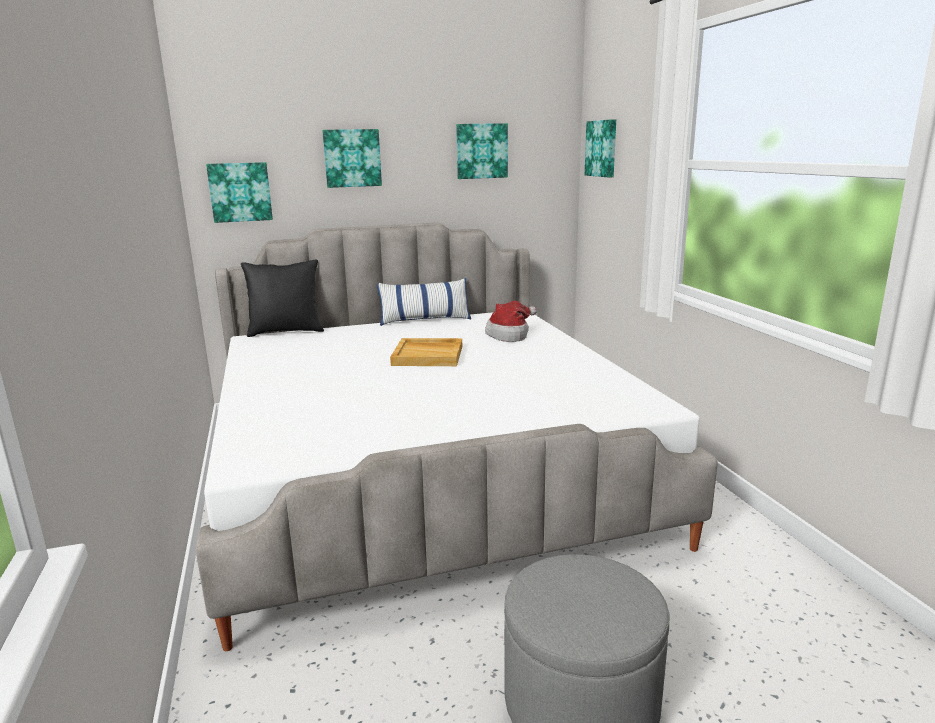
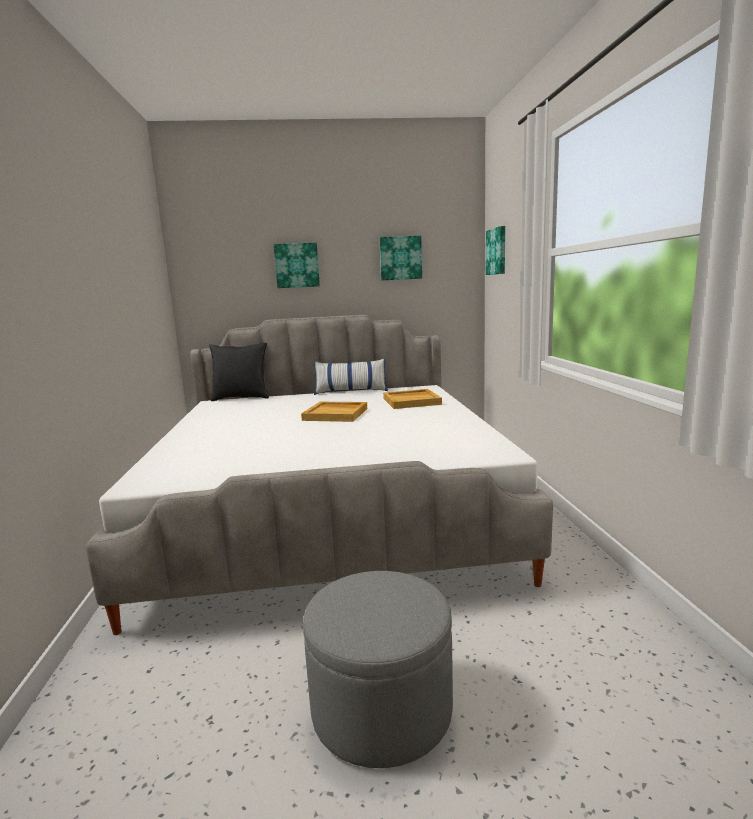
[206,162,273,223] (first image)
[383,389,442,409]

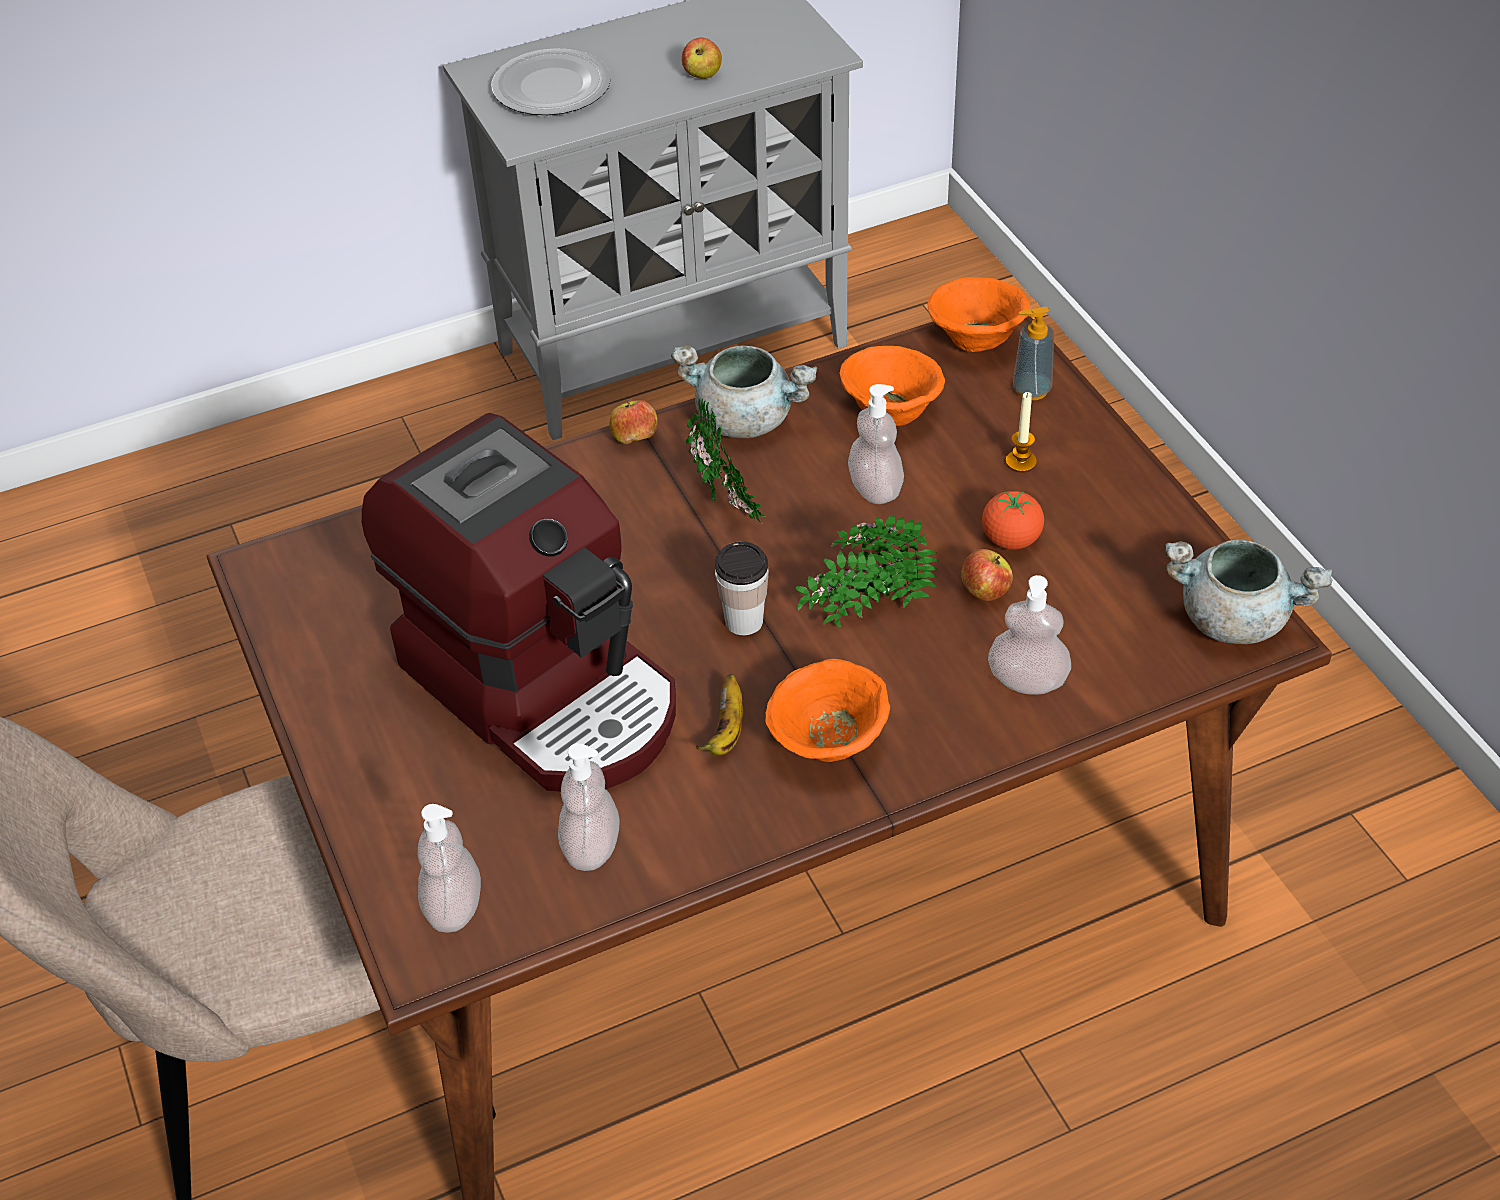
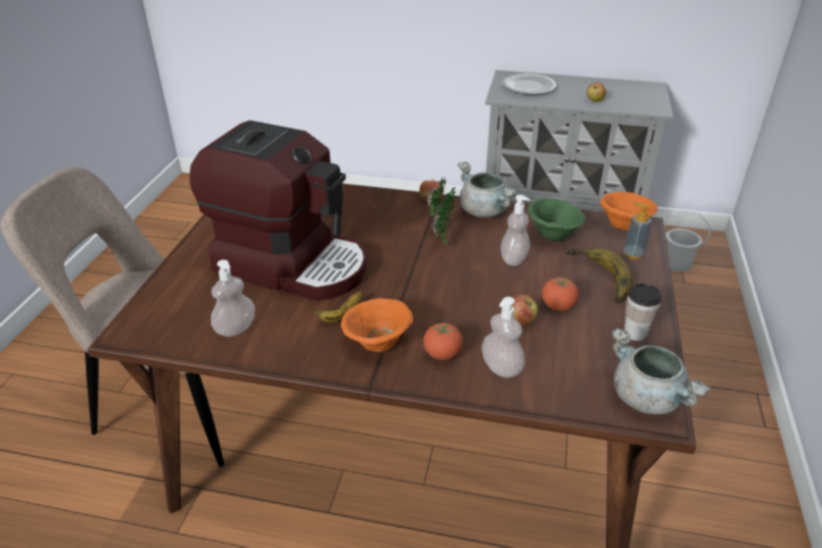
[190,120,367,301]
[418,804,481,933] (first image)
[624,283,662,341]
[796,515,938,627] (first image)
[528,199,586,241]
[566,247,633,303]
[423,323,463,360]
[663,210,711,272]

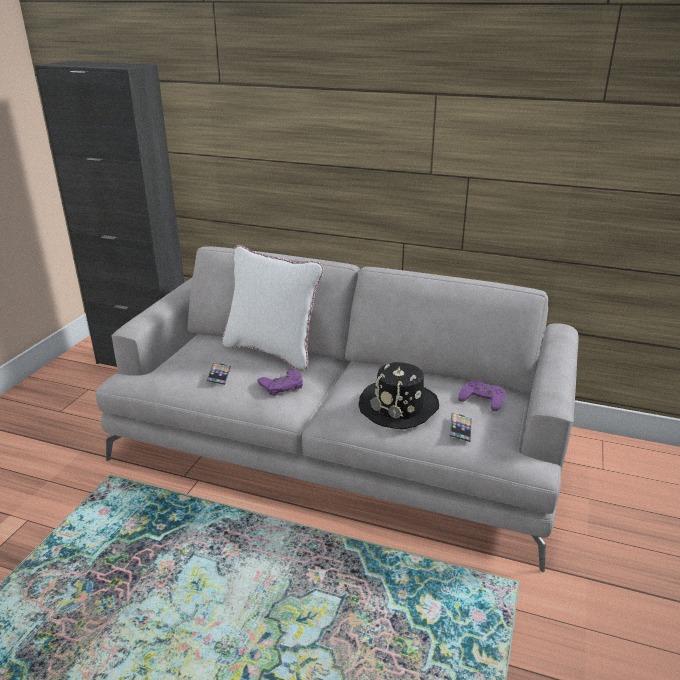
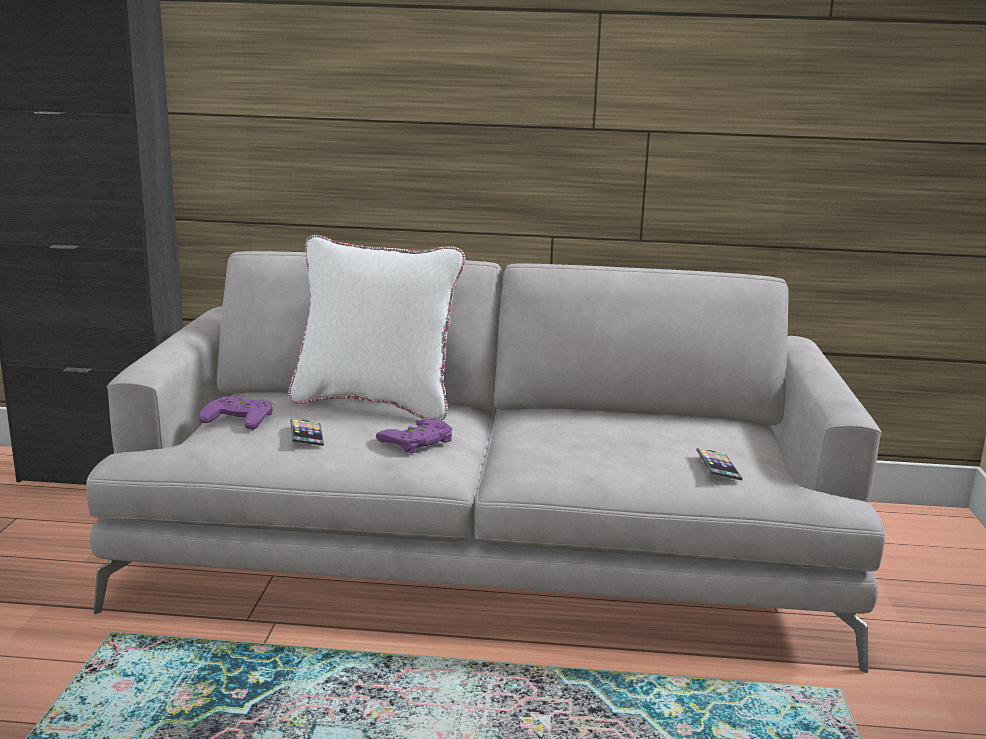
[359,362,439,430] (first image)
[199,396,272,430]

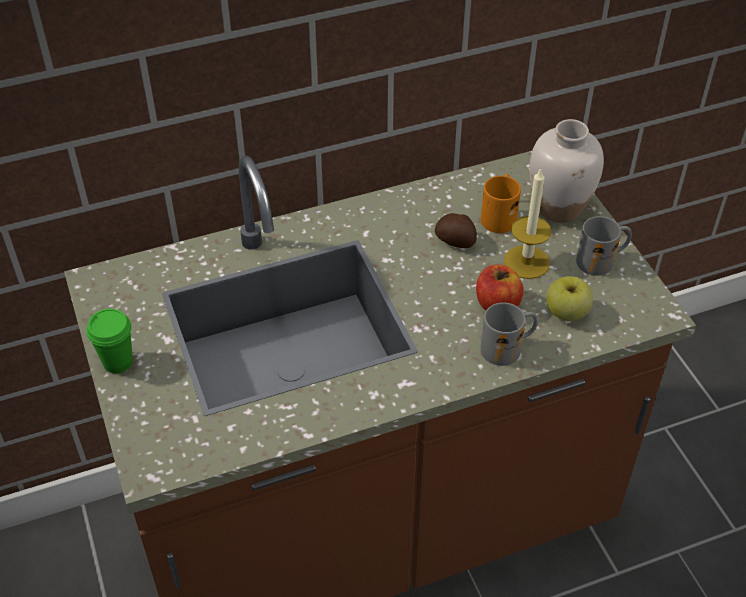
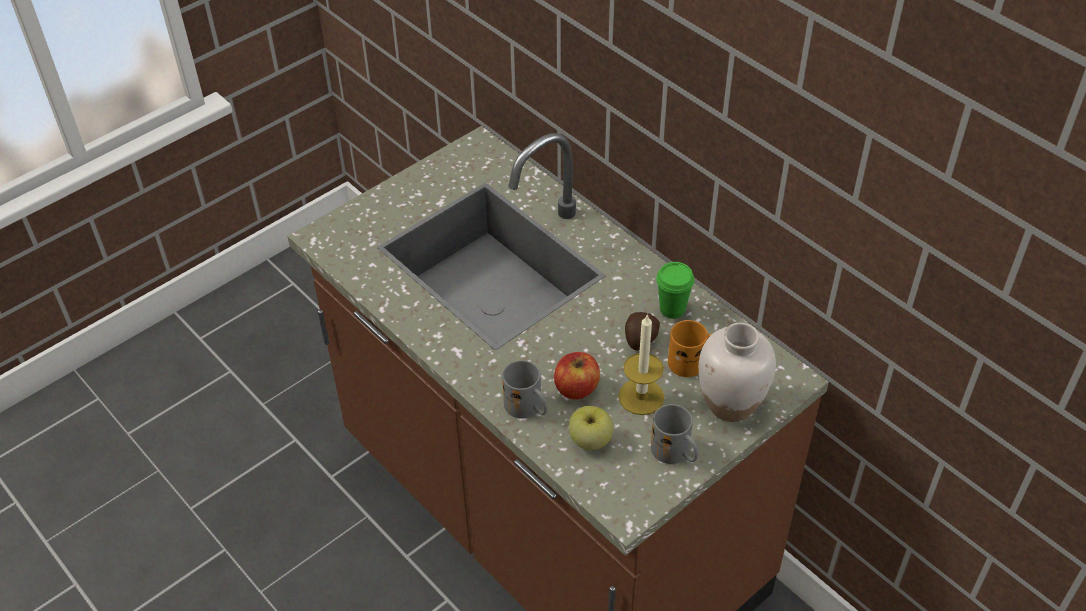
[656,262,694,319]

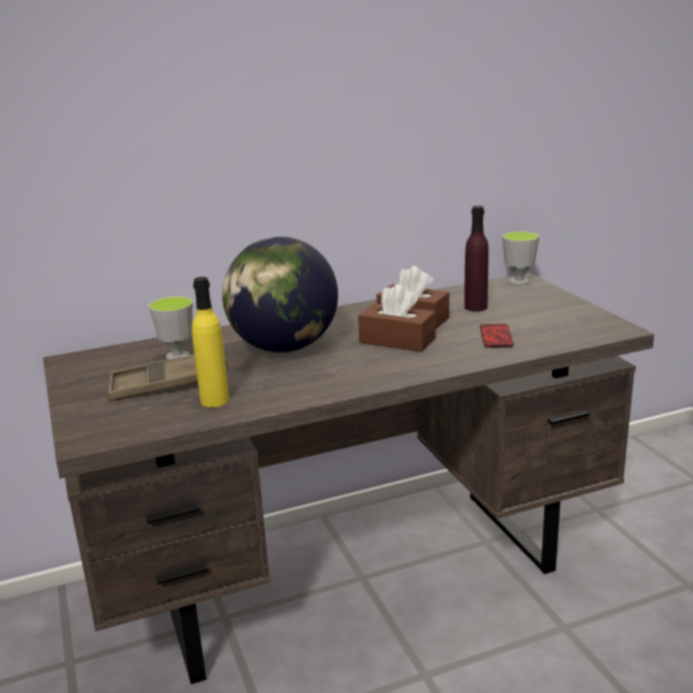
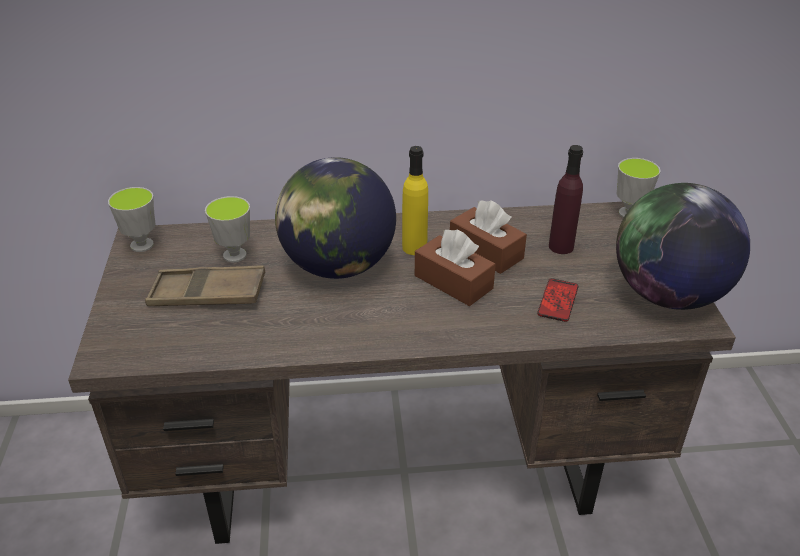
[402,146,428,255]
[108,187,156,252]
[616,183,750,310]

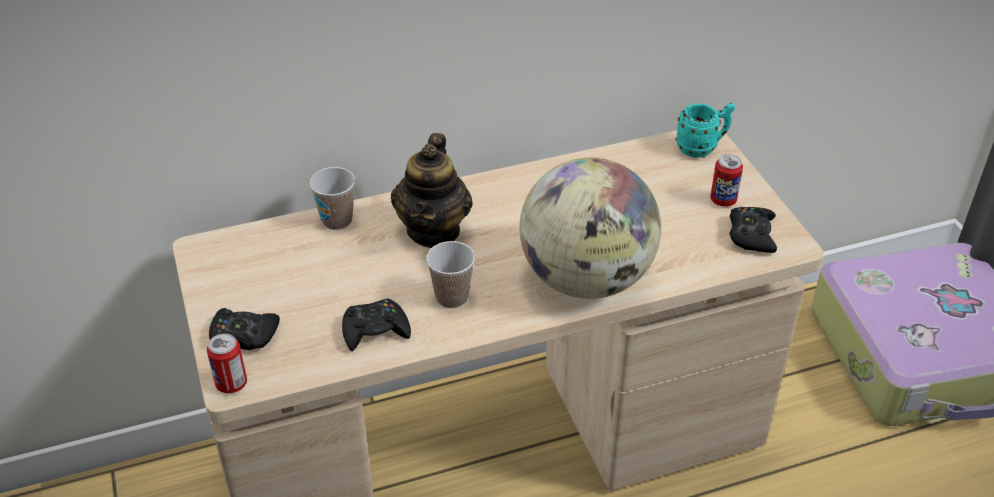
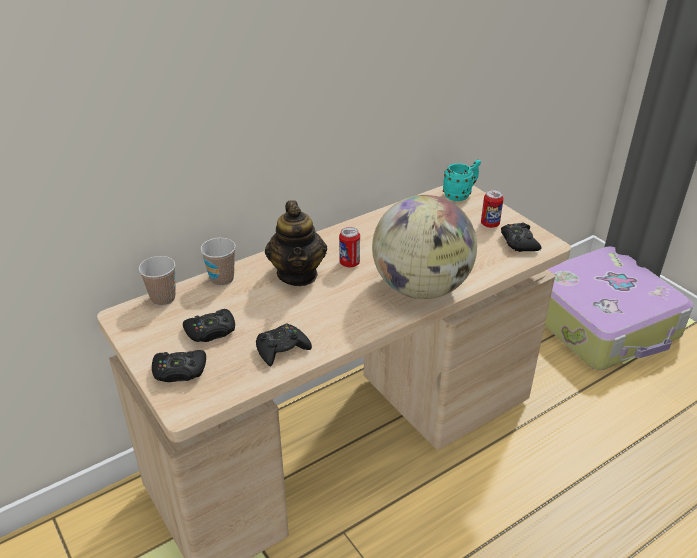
[339,227,360,267]
[139,256,176,306]
[183,309,235,342]

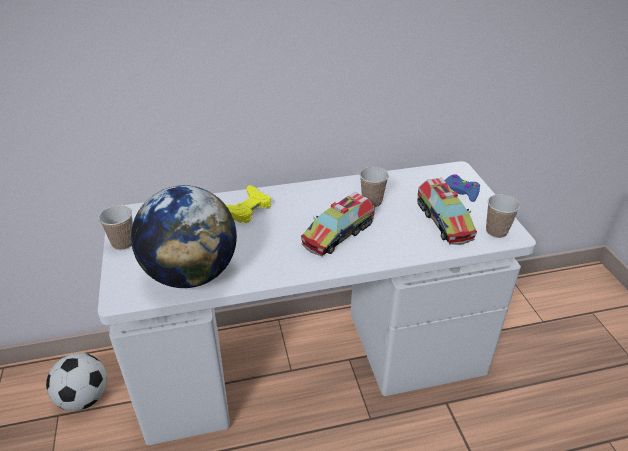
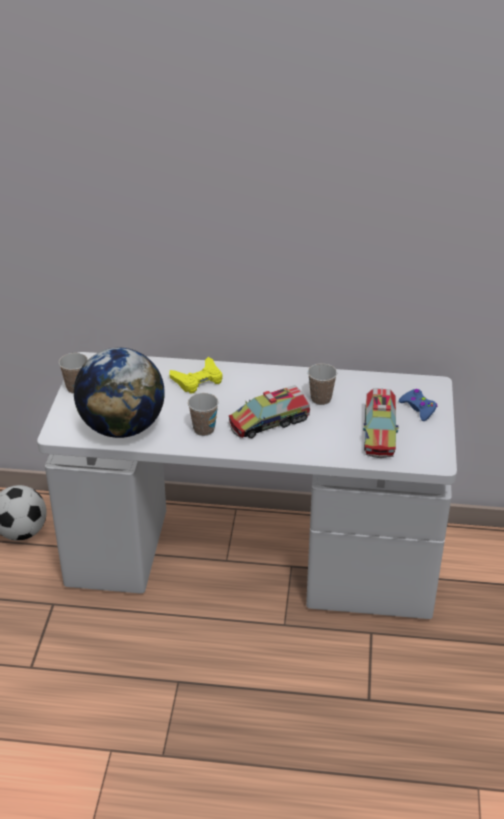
[188,393,219,436]

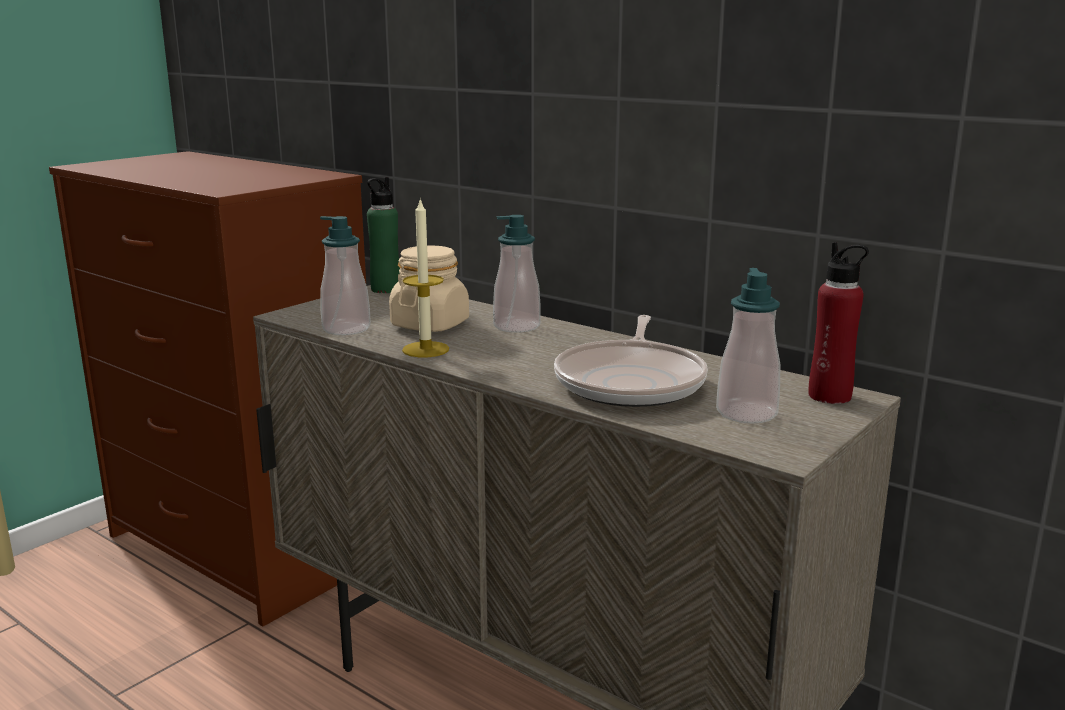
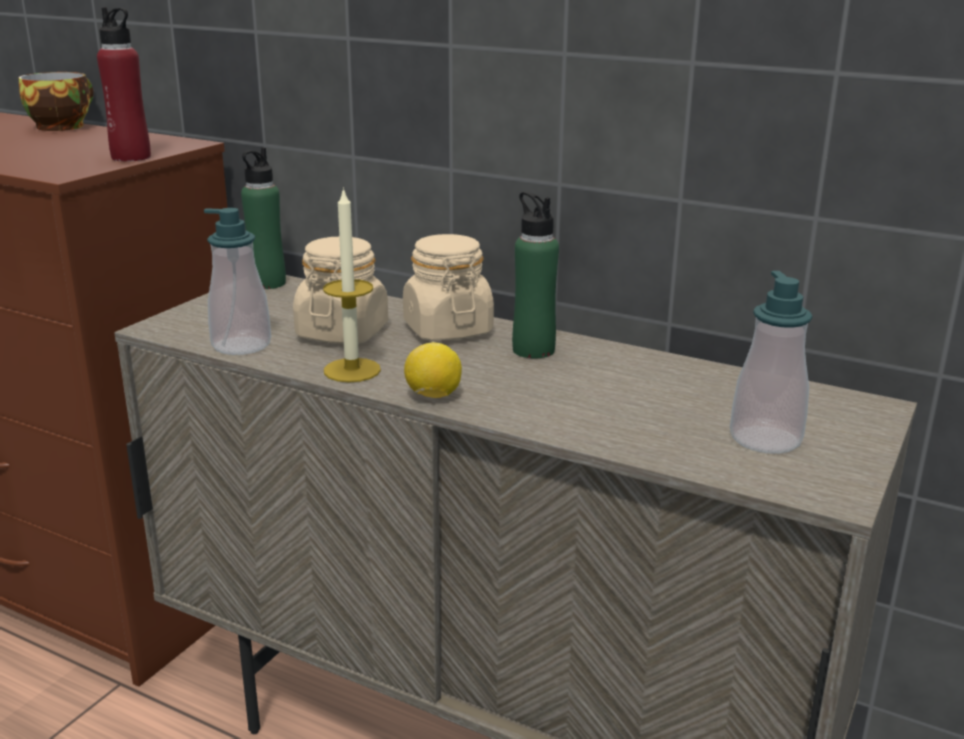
[403,234,494,341]
[554,315,708,407] (first image)
[97,7,151,162]
[18,72,94,131]
[404,342,462,398]
[512,191,559,359]

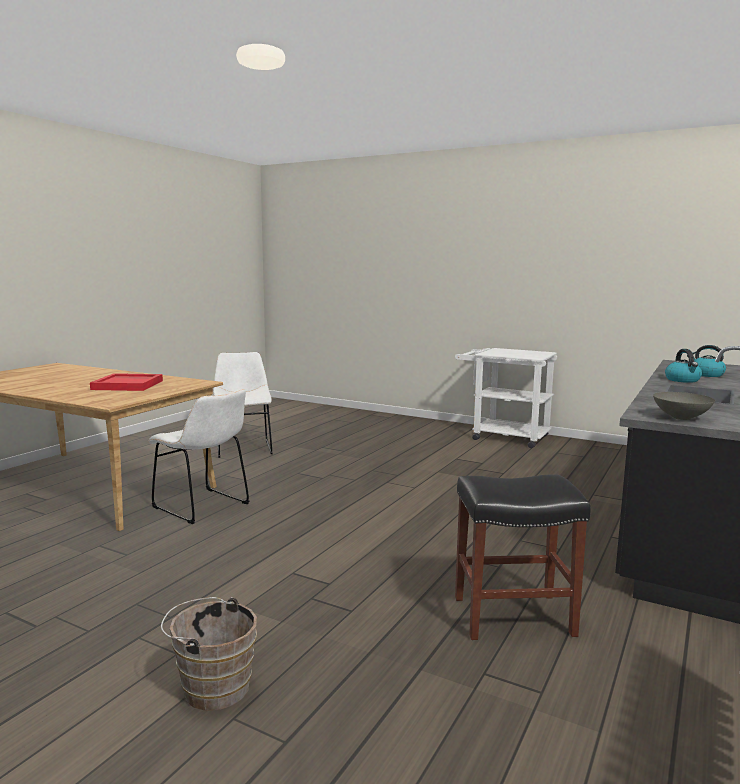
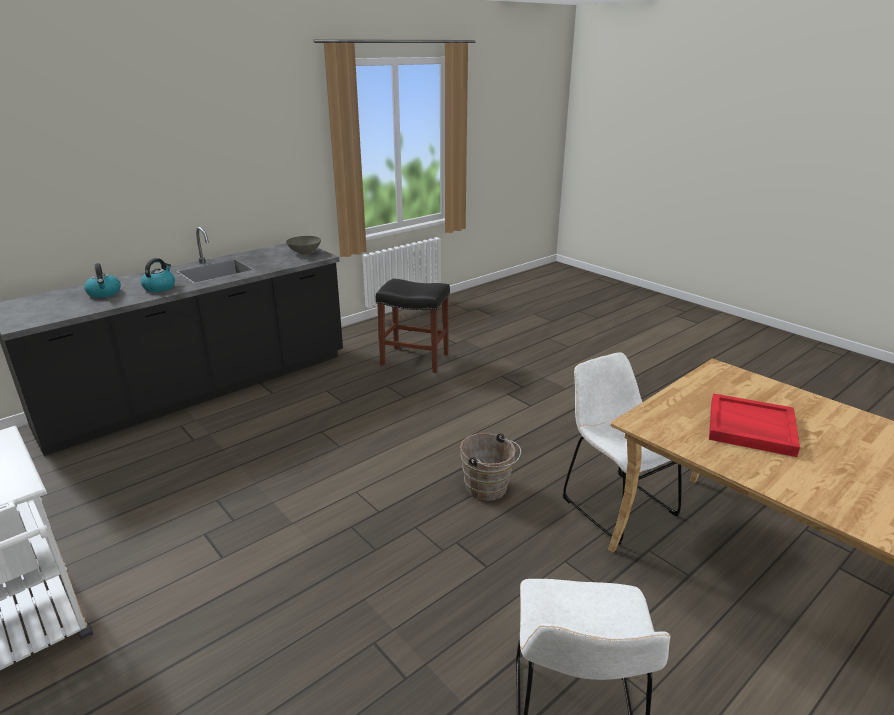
[460,433,521,501]

